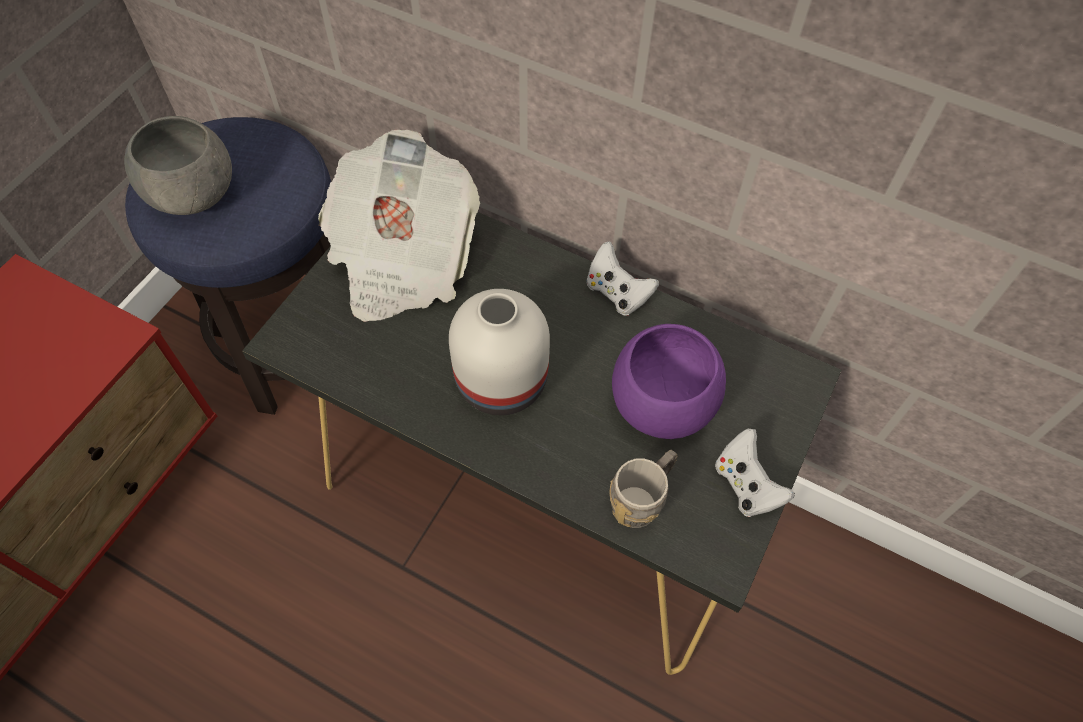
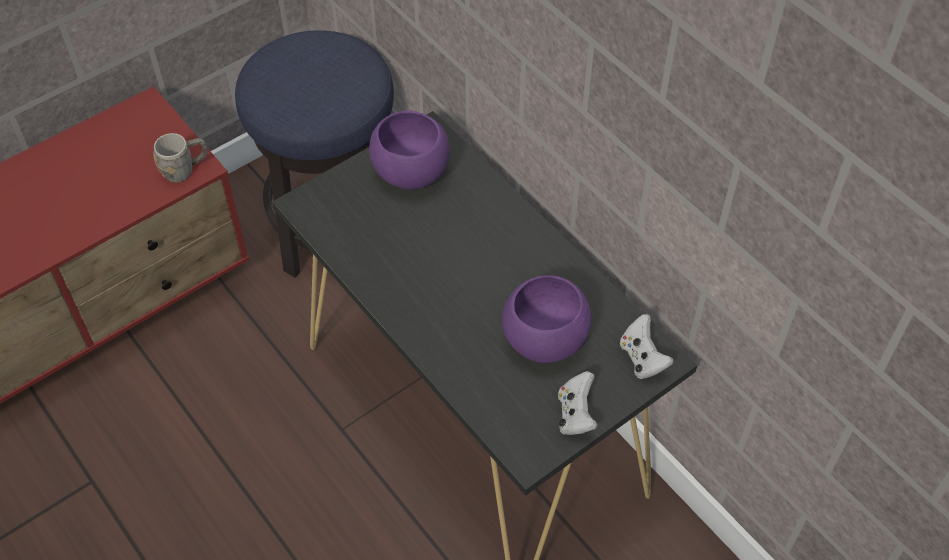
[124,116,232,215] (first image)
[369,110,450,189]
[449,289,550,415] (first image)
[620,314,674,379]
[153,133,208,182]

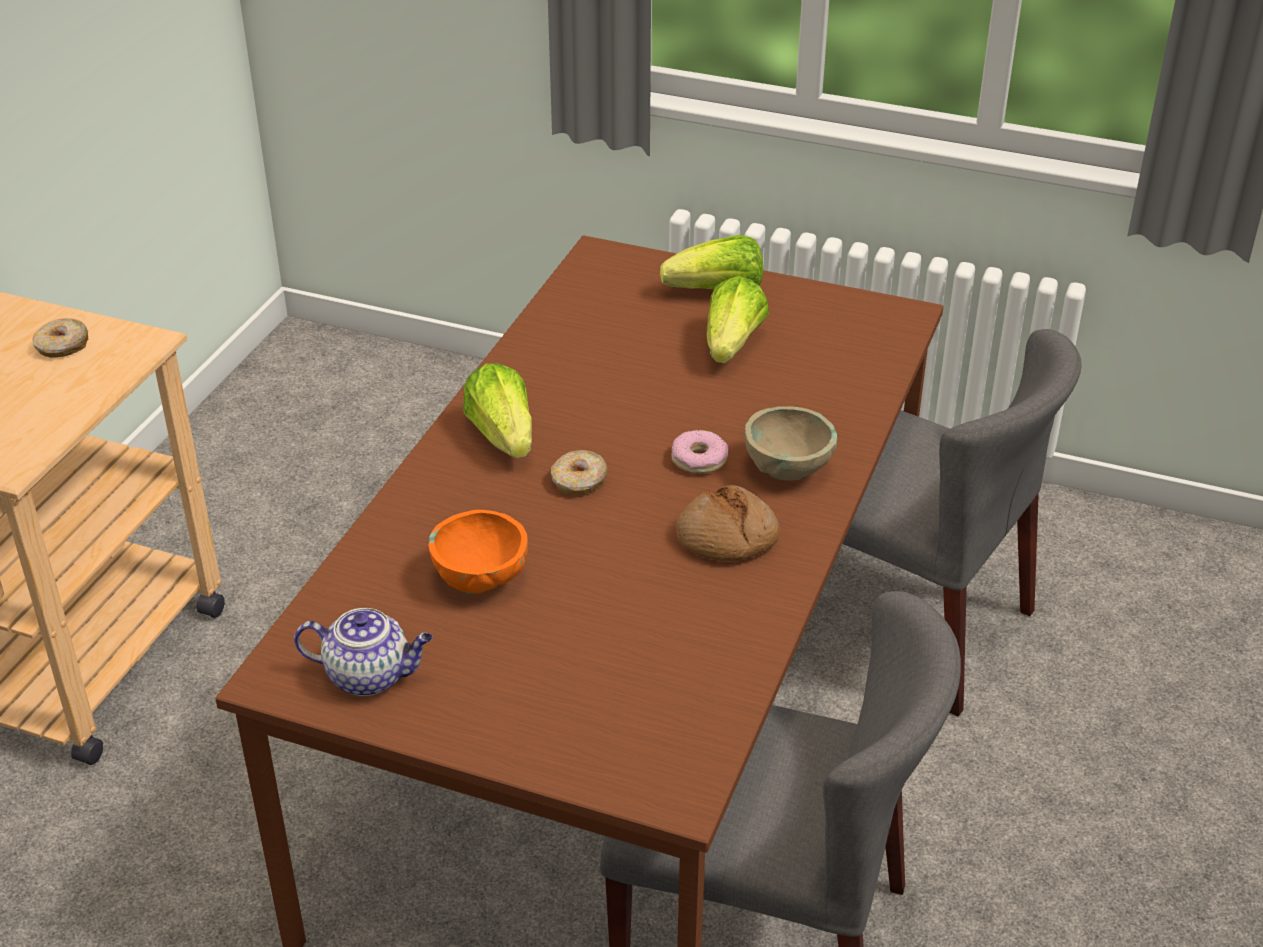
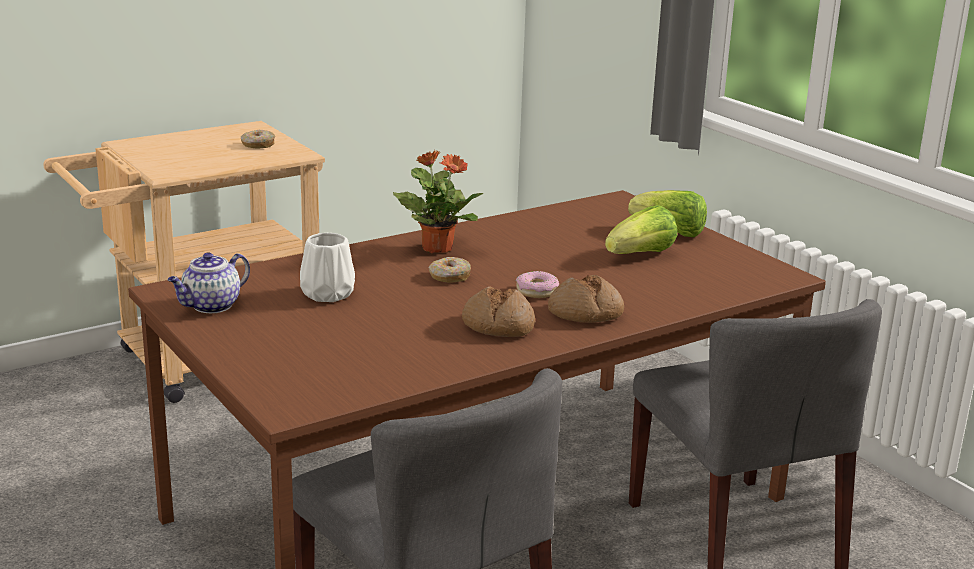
[168,252,250,313]
[300,233,355,302]
[393,150,483,253]
[548,275,624,323]

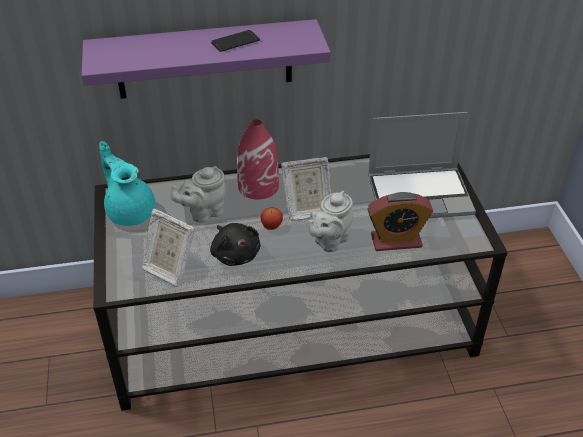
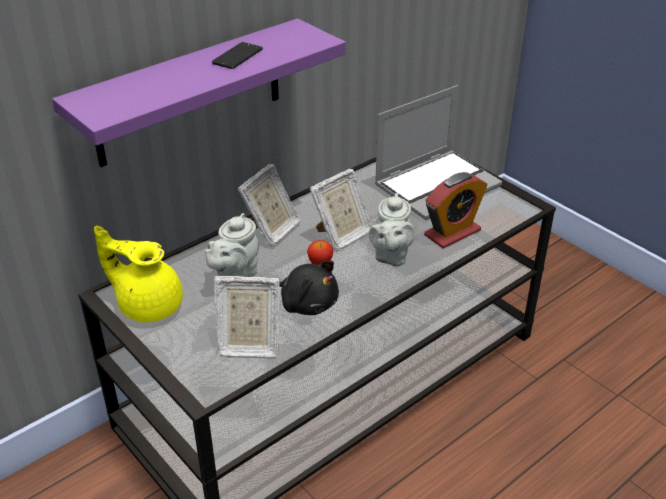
[94,226,183,322]
[238,164,301,247]

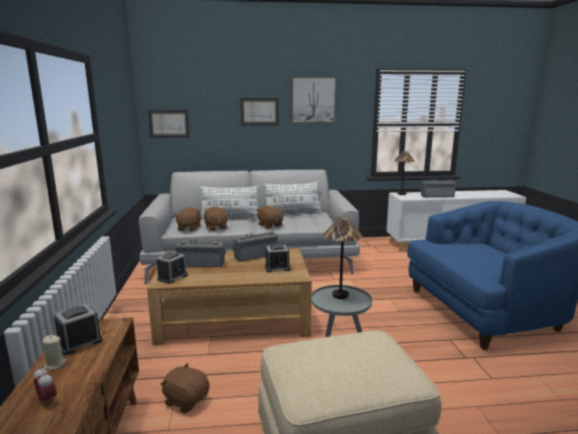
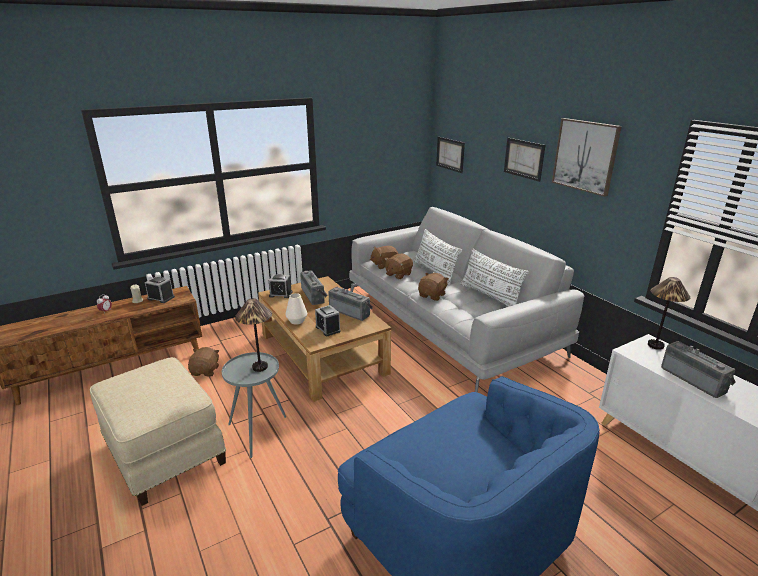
[285,293,307,324]

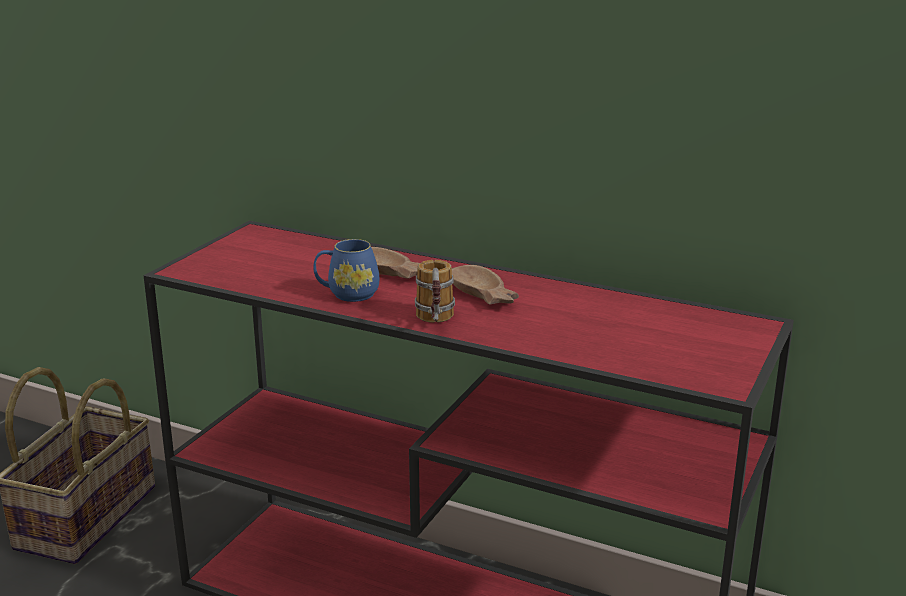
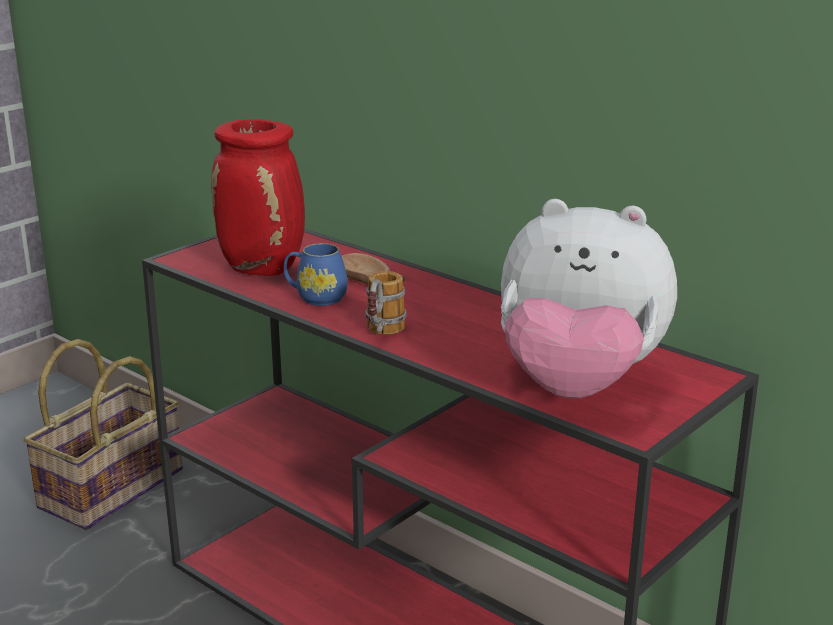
[452,265,519,304] (first image)
[211,119,305,276]
[501,199,677,398]

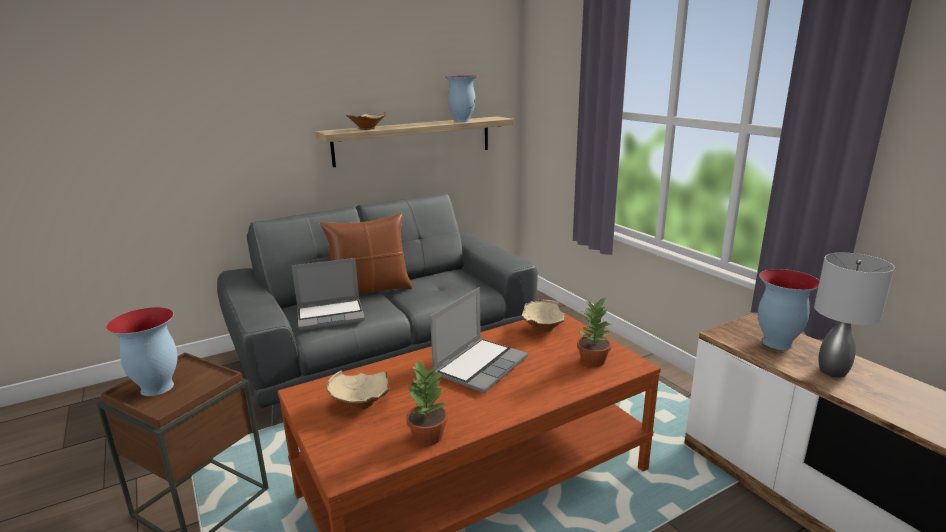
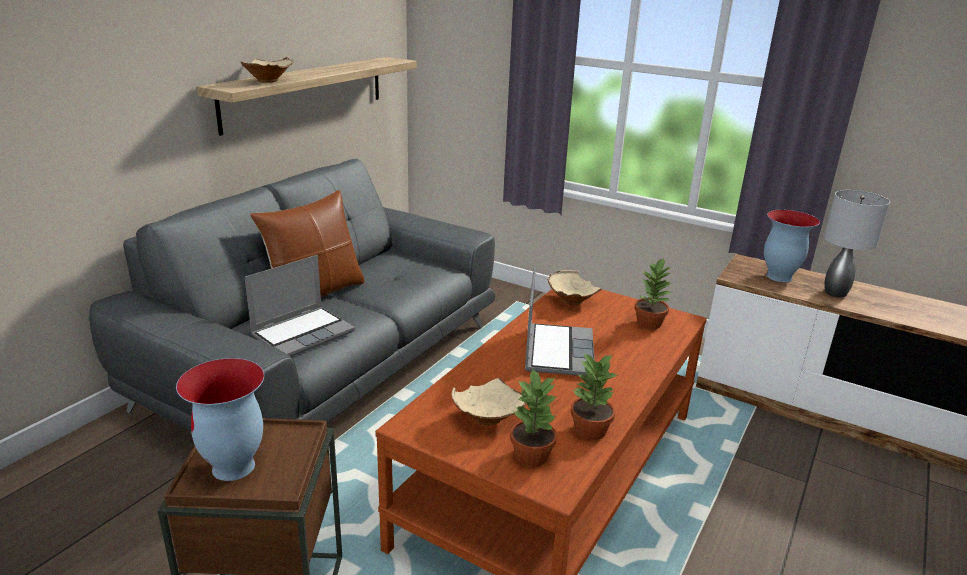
[445,75,478,122] (first image)
[510,369,558,467]

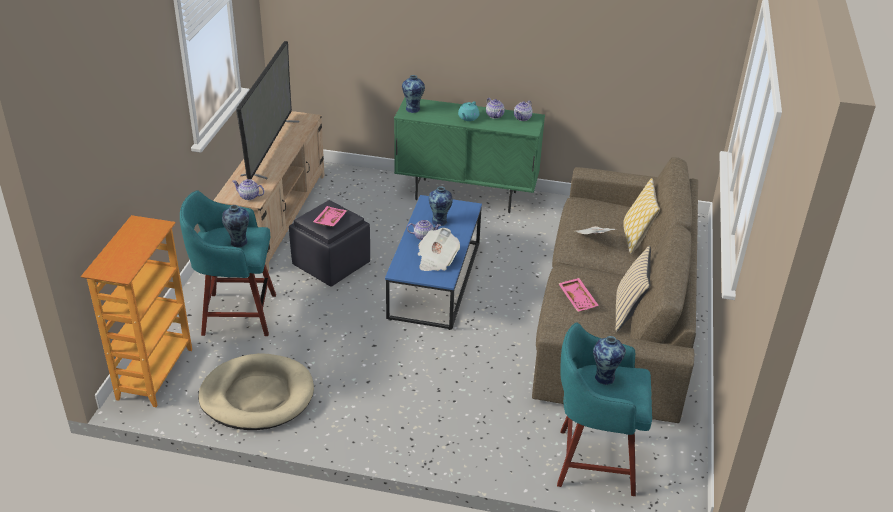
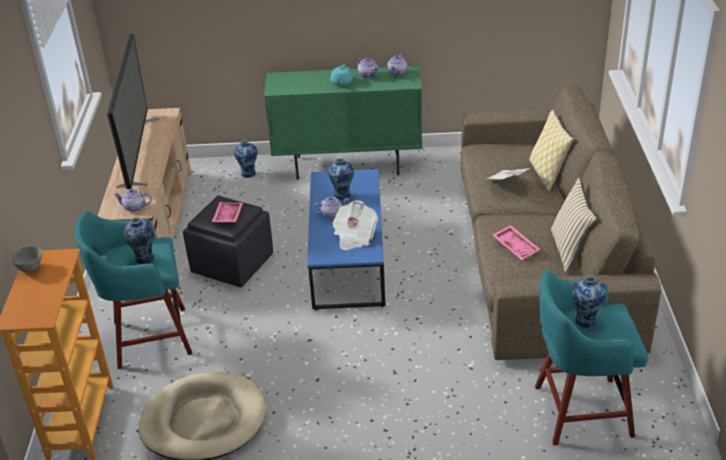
[234,141,258,178]
[11,246,42,273]

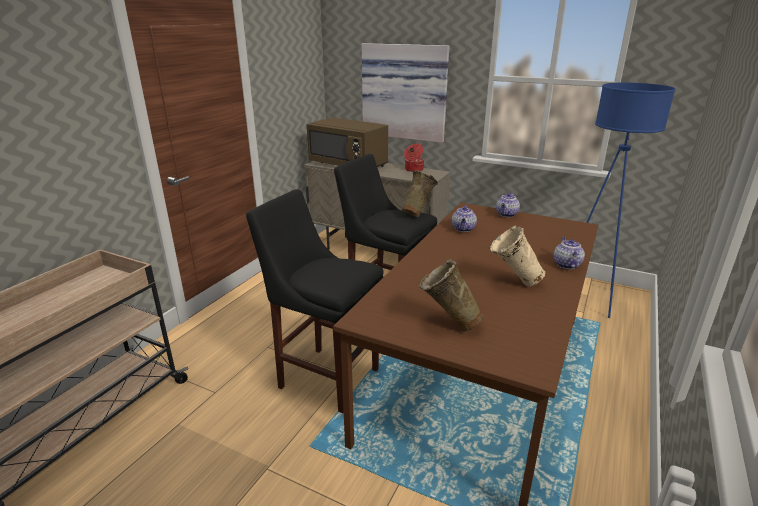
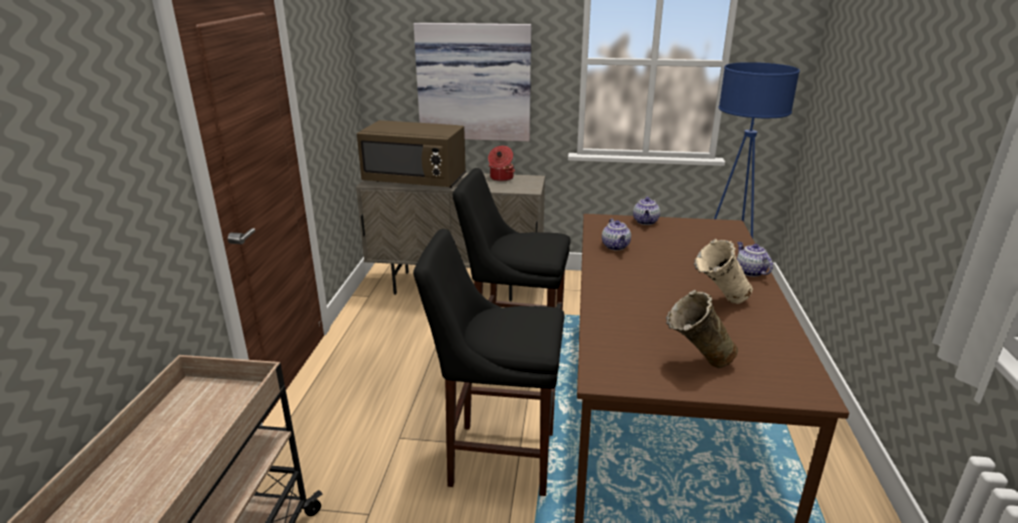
[402,170,438,217] (first image)

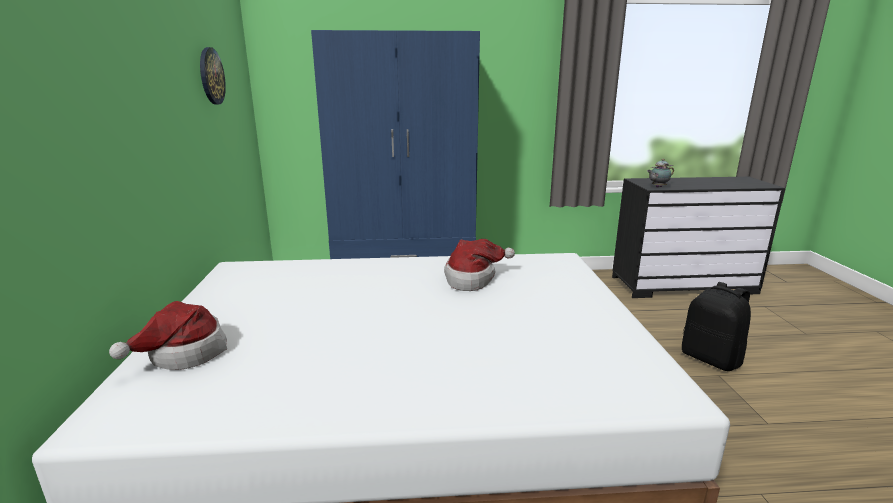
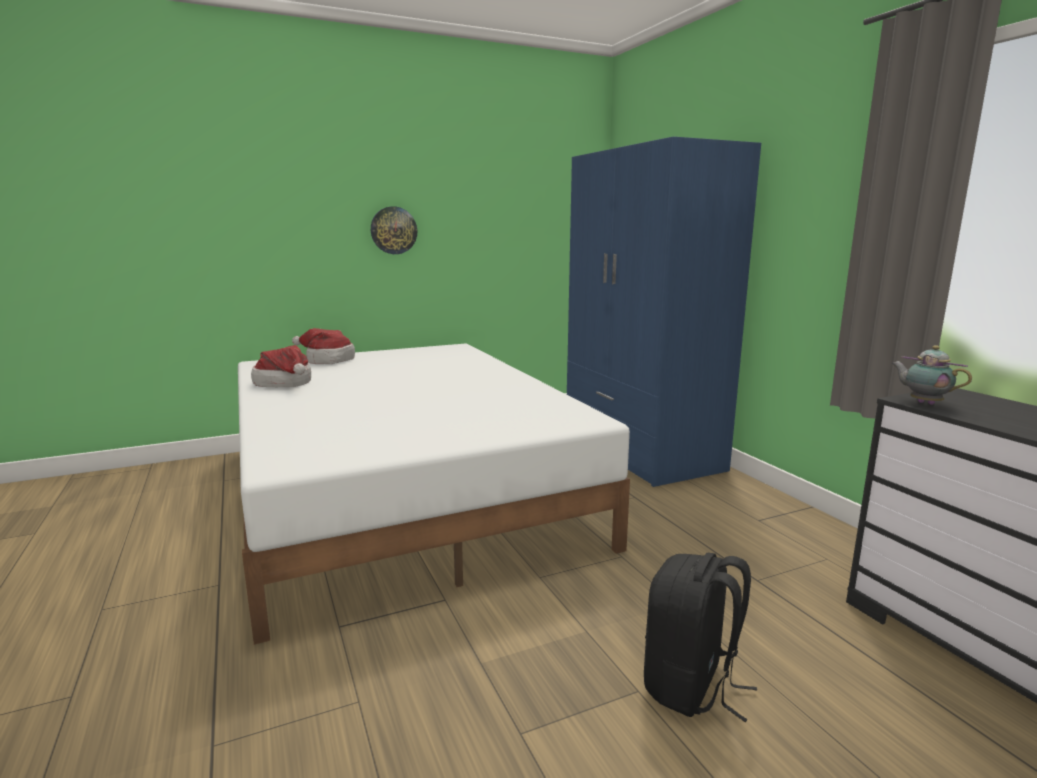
[371,206,417,254]
[251,345,311,387]

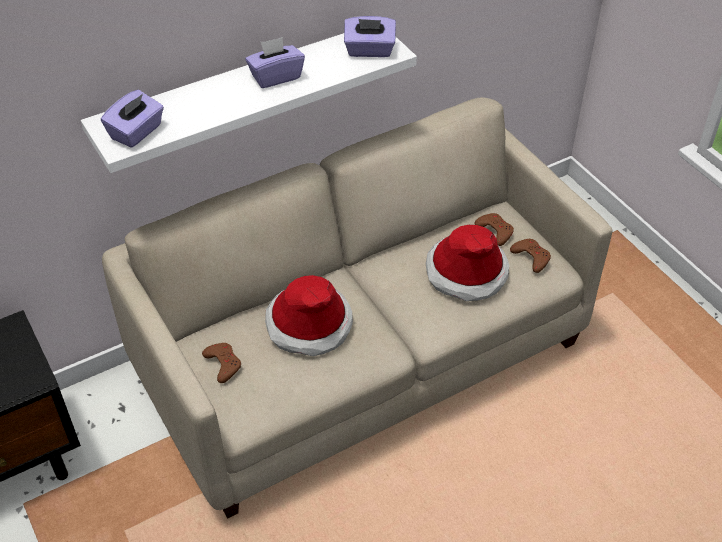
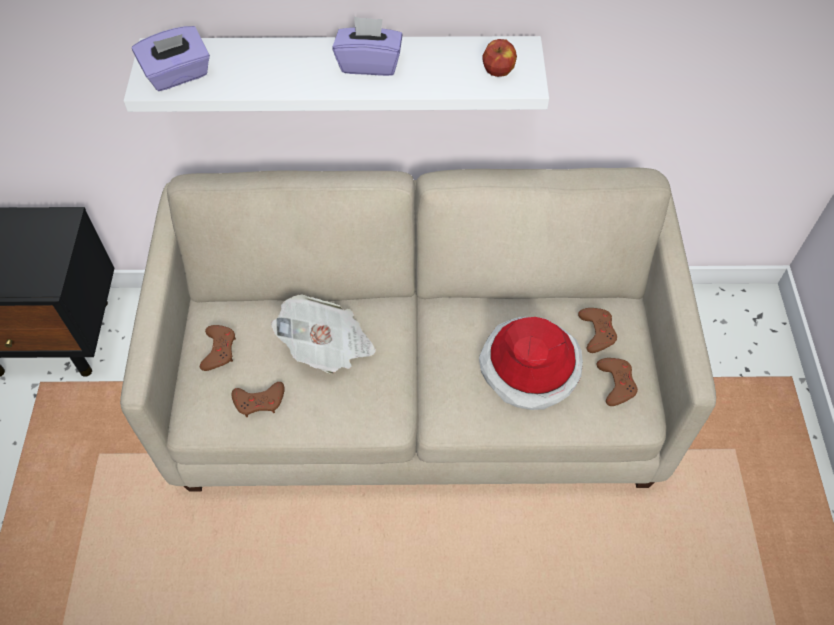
[271,294,376,373]
[482,39,517,77]
[232,382,285,417]

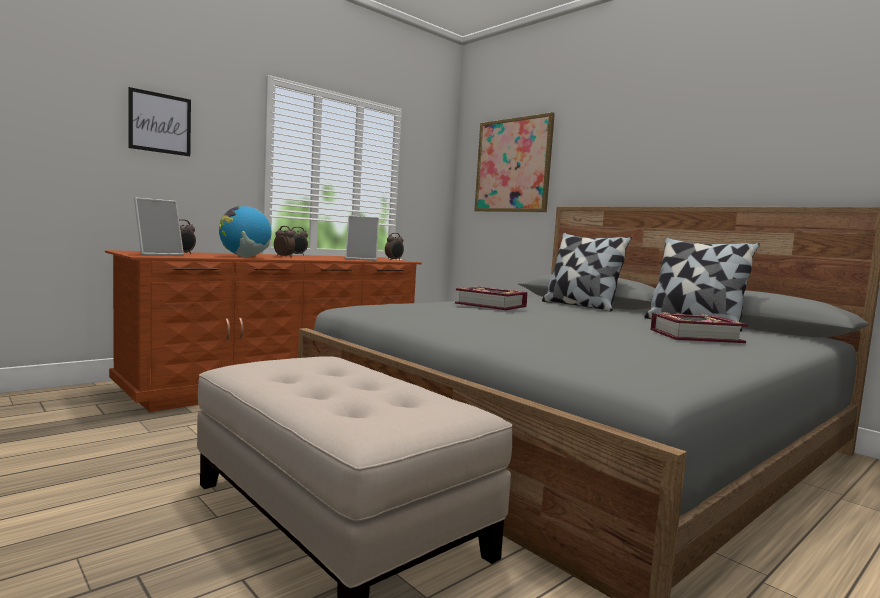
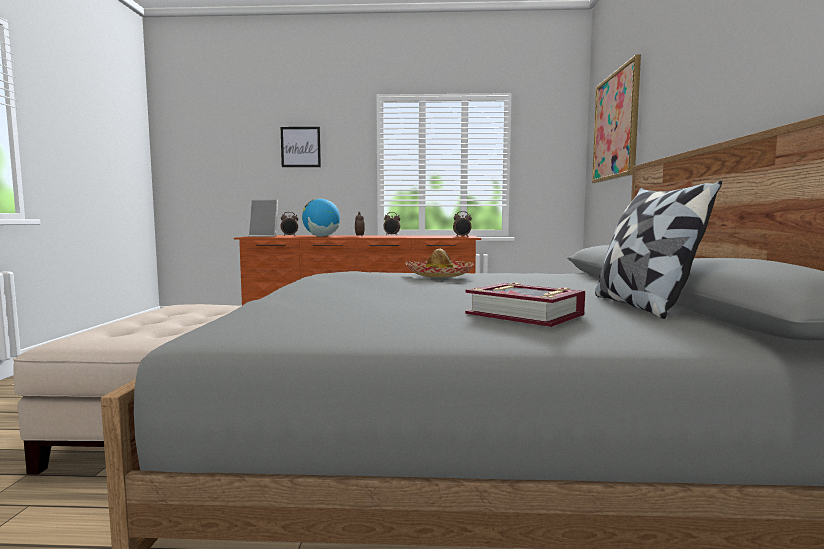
[345,215,379,261] (first image)
[405,249,474,277]
[542,233,632,312] (first image)

